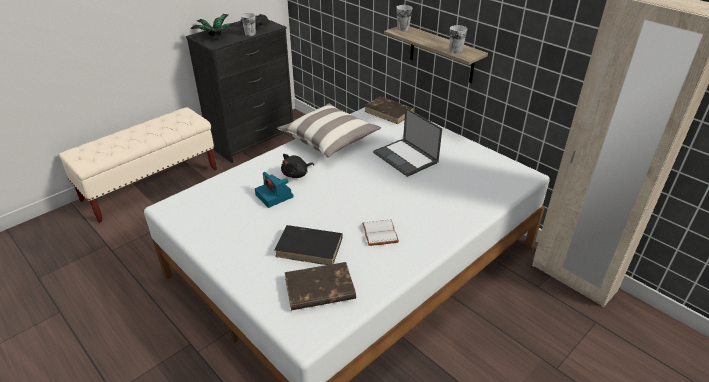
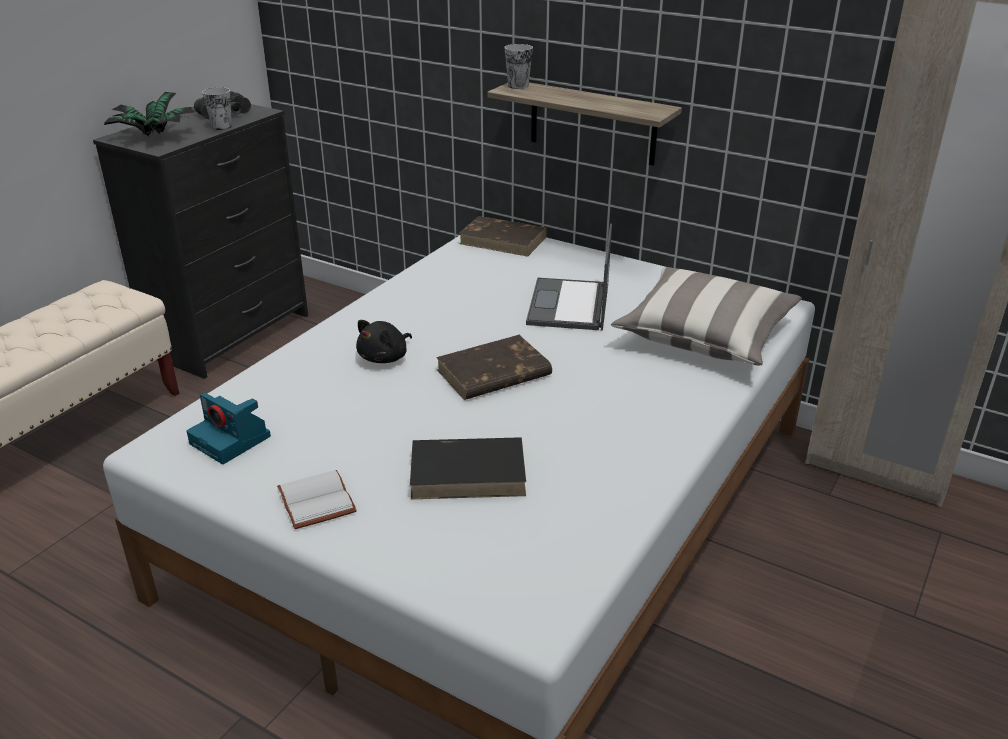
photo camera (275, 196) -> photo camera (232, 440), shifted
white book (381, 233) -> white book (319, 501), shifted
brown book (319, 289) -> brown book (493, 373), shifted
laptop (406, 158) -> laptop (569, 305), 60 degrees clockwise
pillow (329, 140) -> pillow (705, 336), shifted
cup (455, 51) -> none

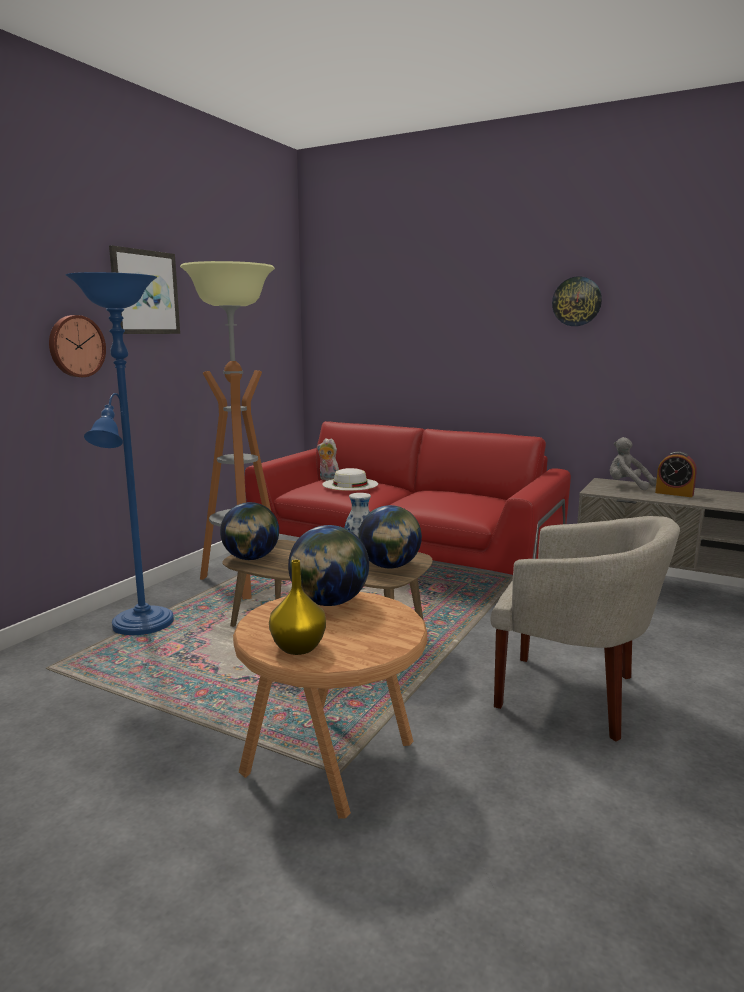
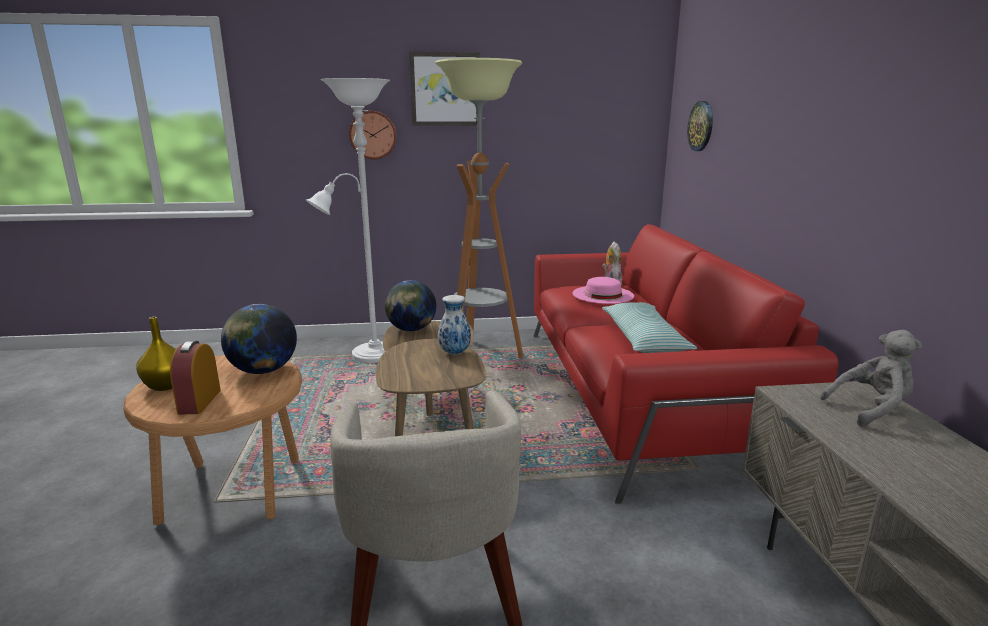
alarm clock (674, 493) -> alarm clock (199, 401), shifted
blue floor lamp (141, 627) -> white floor lamp (369, 356)
white hat (350, 484) -> pink hat (603, 294)
none -> pillow (643, 339)
wall clock (577, 301) -> wall clock (701, 126), shifted
grey plush toy (627, 486) -> grey plush toy (871, 409), 75 degrees clockwise
globe (390, 566) -> none

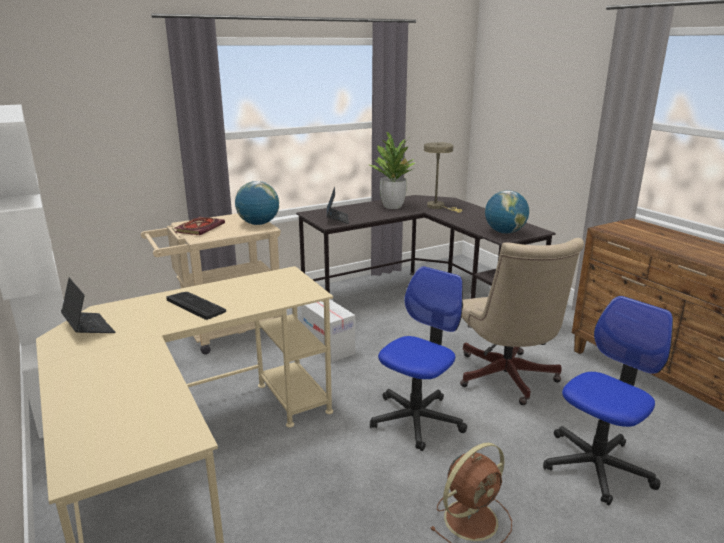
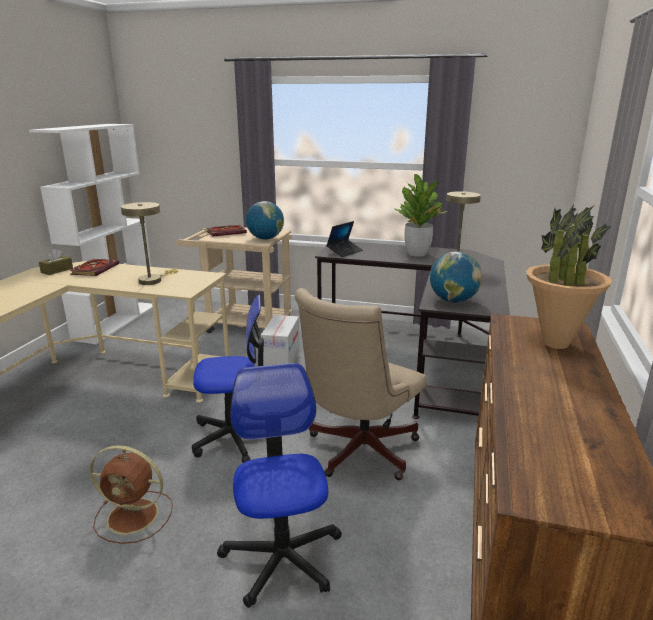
laptop (88, 328) -> brown tissue box (57, 270)
none -> book (95, 269)
none -> beige table lamp (153, 280)
office chair (596, 466) -> office chair (282, 557), 105 degrees counterclockwise
none -> potted plant (555, 343)
keyboard (196, 305) -> none

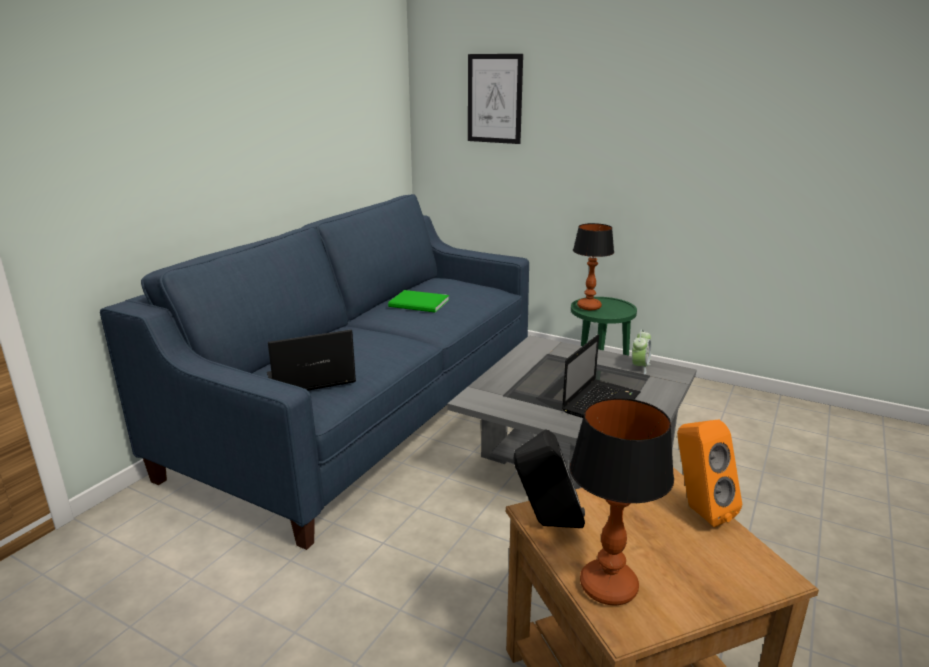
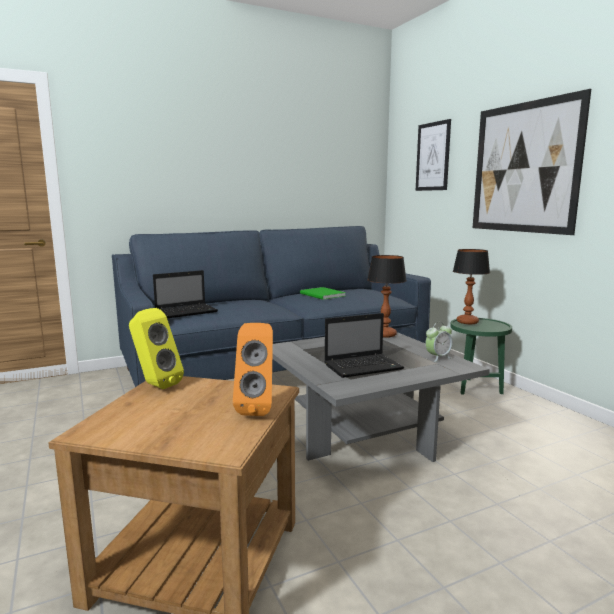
black speaker (547, 524) -> yellow speaker (155, 385)
laptop (309, 380) -> laptop (187, 312), 135 degrees clockwise
table lamp (607, 587) -> table lamp (384, 335), shifted
none -> picture (524, 168)

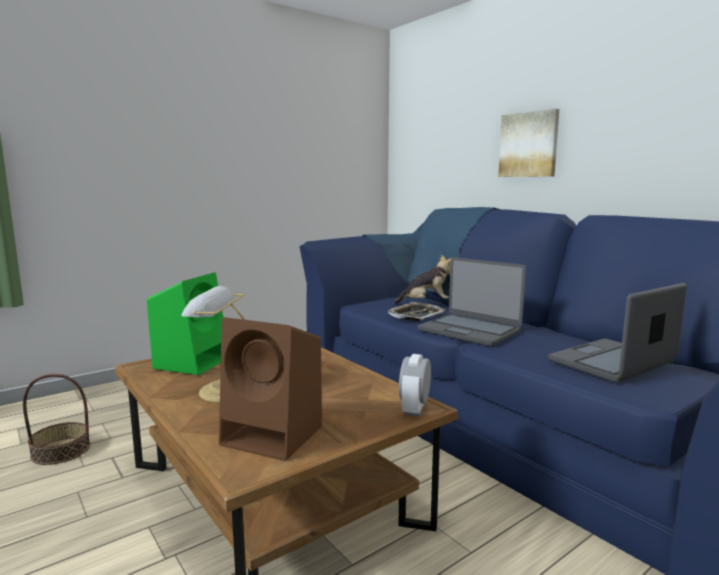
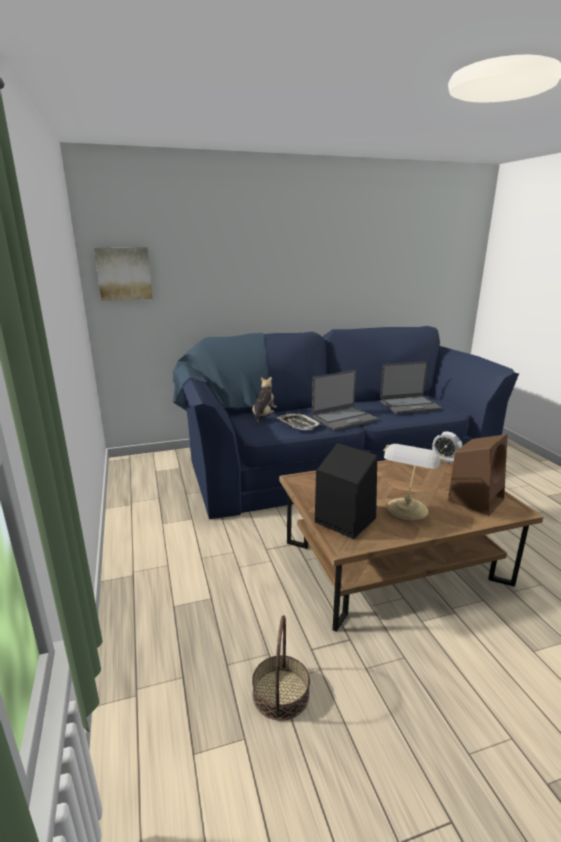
picture (528, 145) -> picture (124, 273), shifted
green speaker (193, 362) -> black speaker (343, 520)
laptop (612, 362) -> laptop (409, 405), 90 degrees counterclockwise

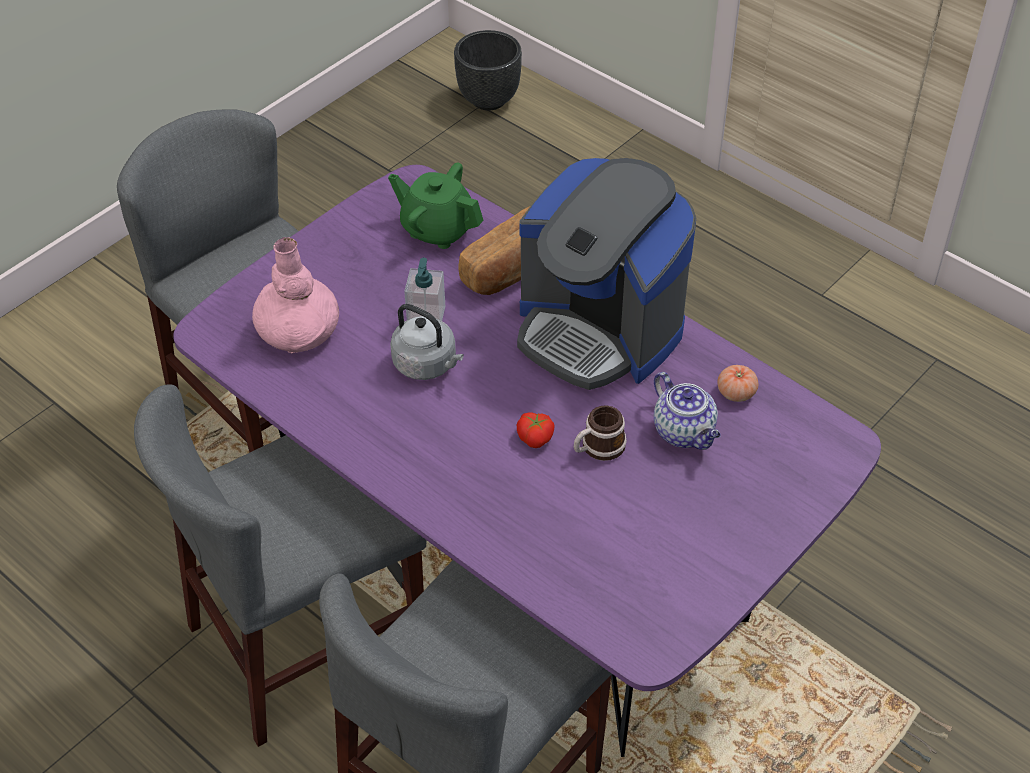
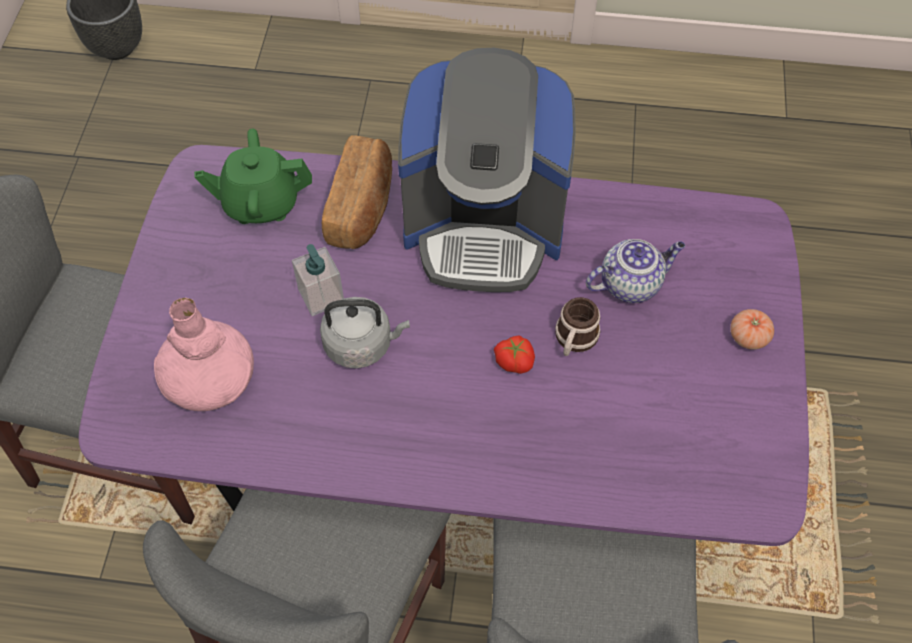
teapot (685, 432) -> teapot (631, 283), 45 degrees counterclockwise
tomato (736, 392) -> tomato (748, 337), shifted

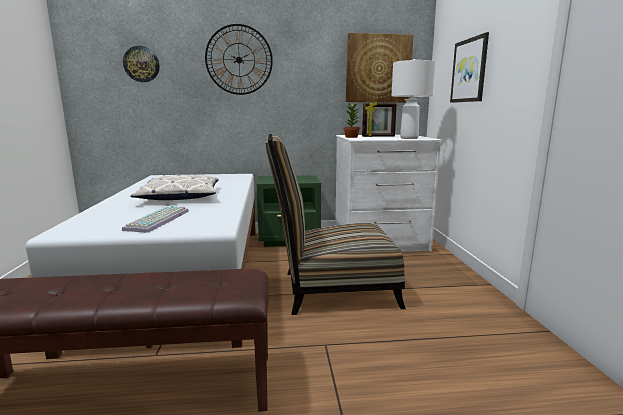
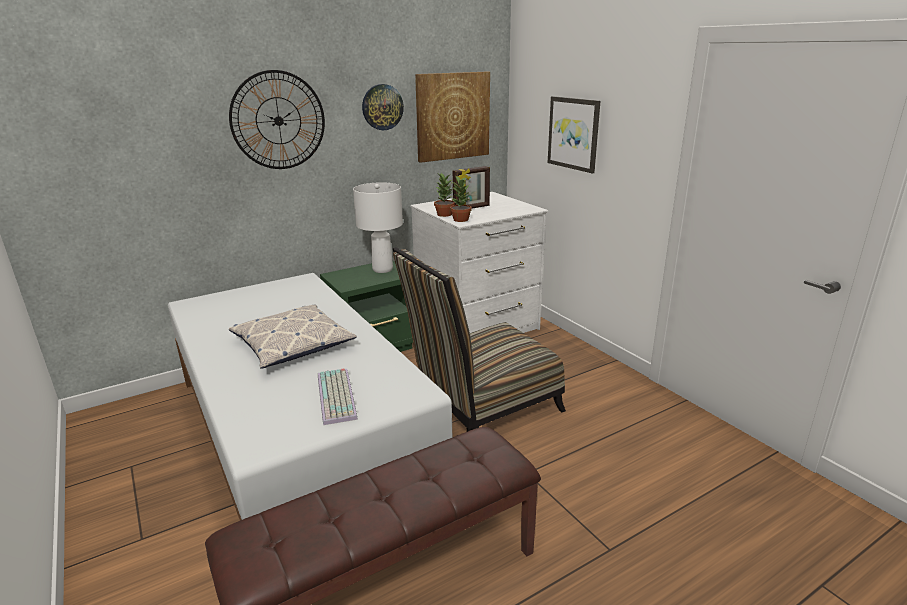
white table lamp (409, 138) -> white table lamp (382, 269), shifted
wall clock (141, 64) -> wall clock (382, 107), shifted
none -> potted plant (461, 219)

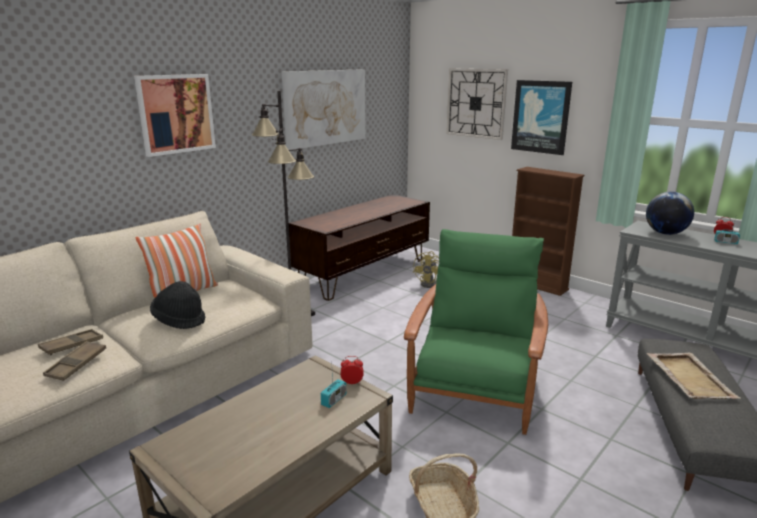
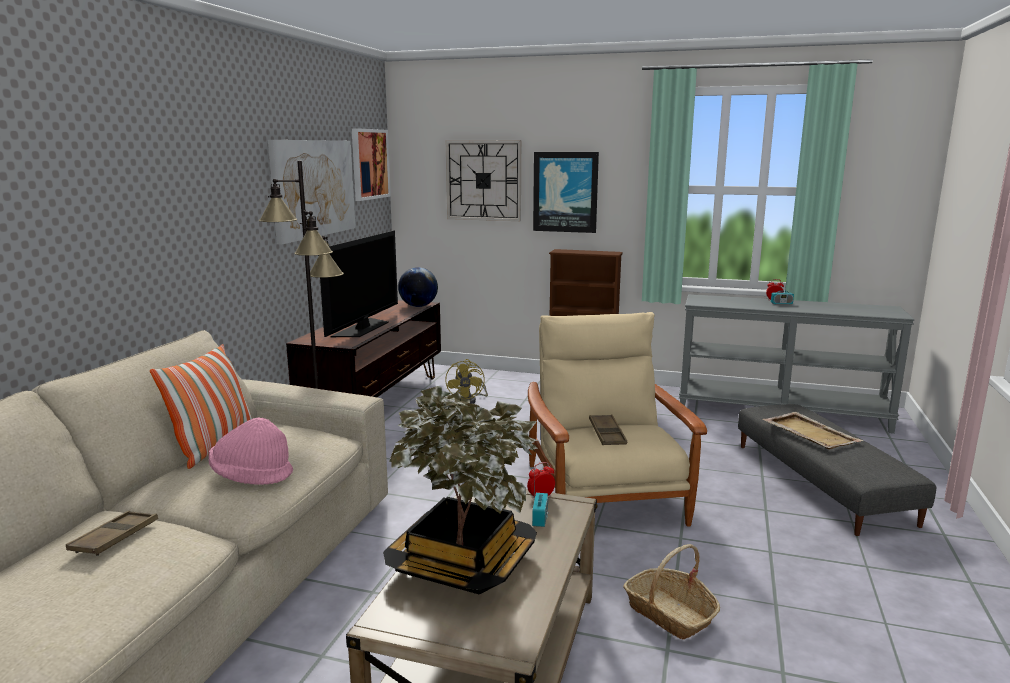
black hat (179, 320) -> pink hat (252, 476)
none -> television (363, 328)
picture (176, 114) -> picture (369, 164), shifted
none -> potted plant (461, 565)
globe (665, 233) -> globe (418, 306), shifted
green armchair (474, 387) -> beige armchair (604, 494)
brown tray (76, 364) -> brown tray (607, 434), shifted

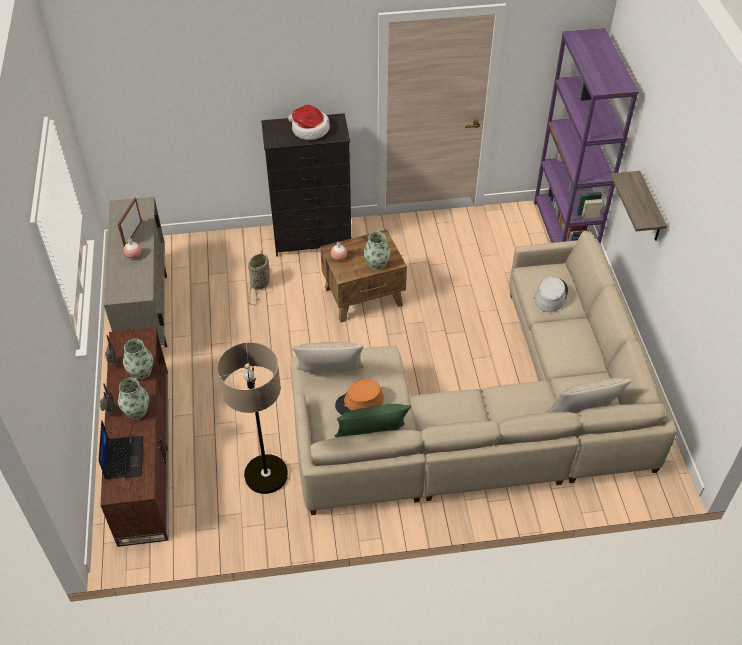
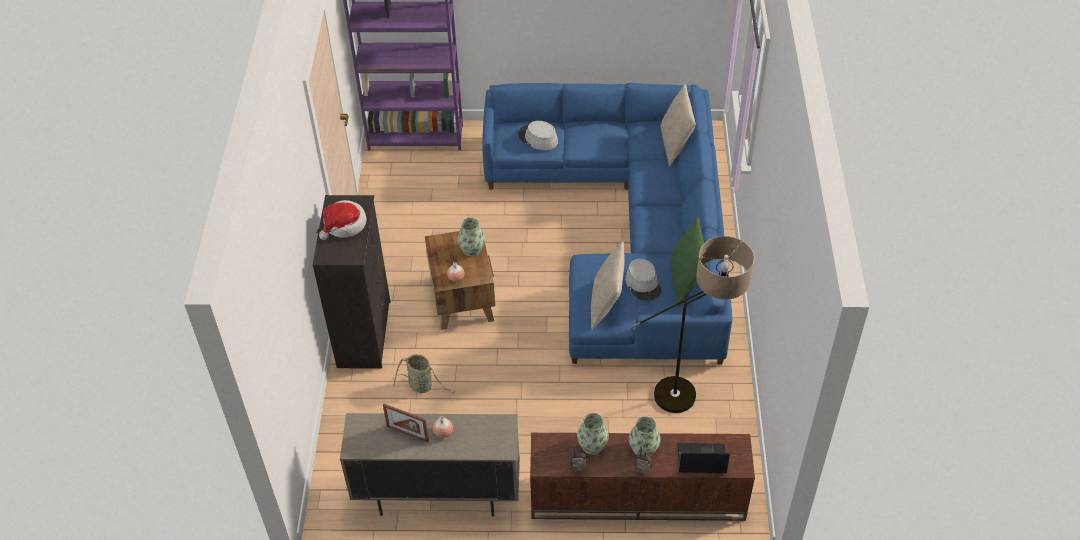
beige sofa (485, 415) -> blue sofa (628, 229)
orange hat (359, 402) -> grey hat (643, 284)
shelf (650, 209) -> none

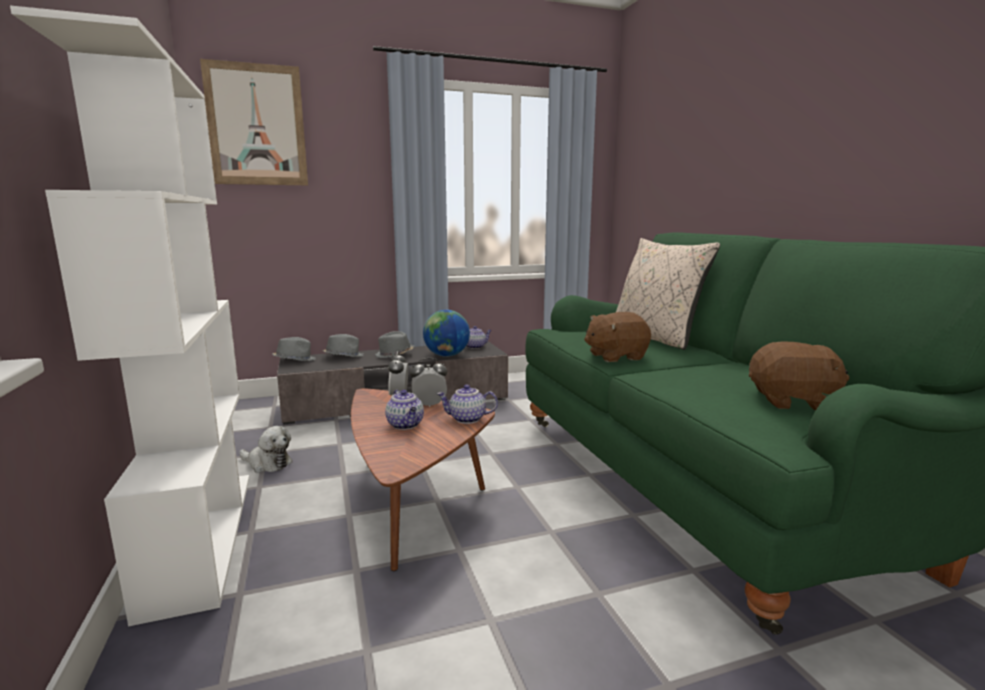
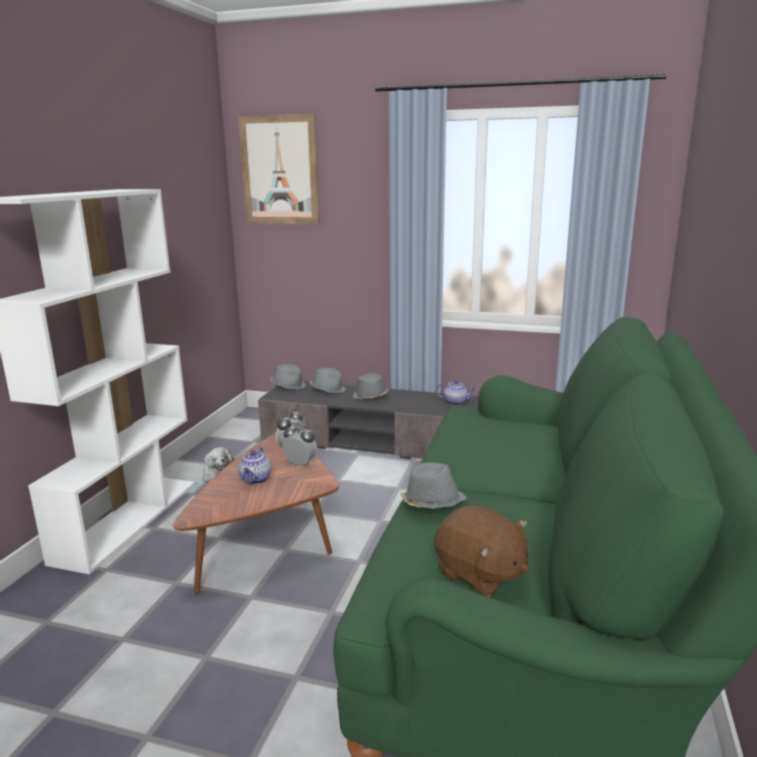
none -> grey hat (432, 504)
globe (446, 355) -> none
teapot (467, 419) -> none
brown plush toy (615, 356) -> none
beige pillow (655, 337) -> none

